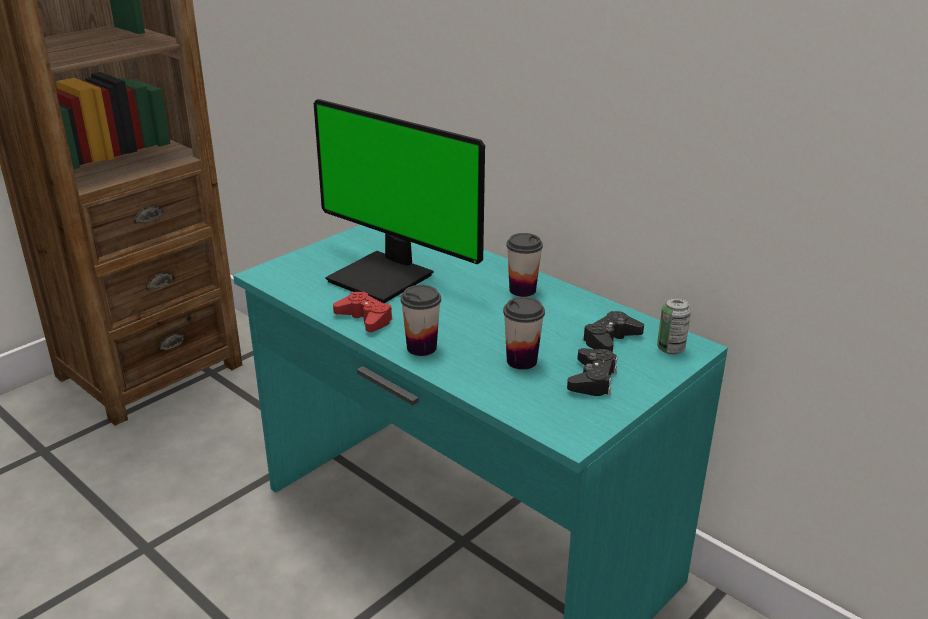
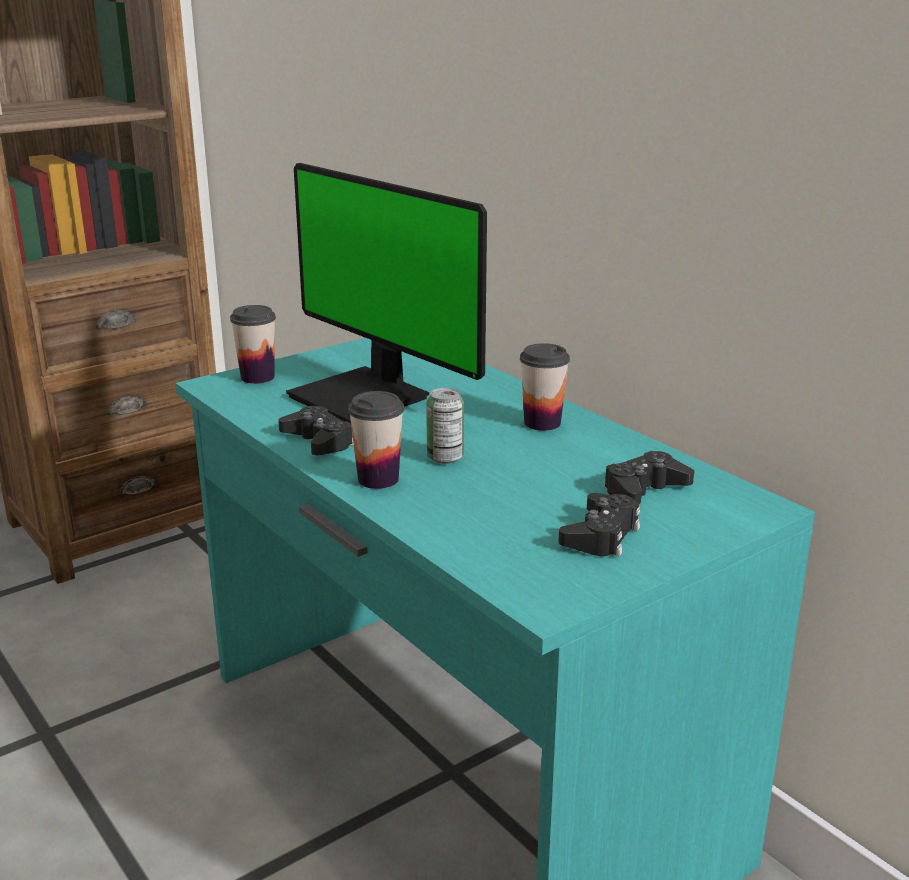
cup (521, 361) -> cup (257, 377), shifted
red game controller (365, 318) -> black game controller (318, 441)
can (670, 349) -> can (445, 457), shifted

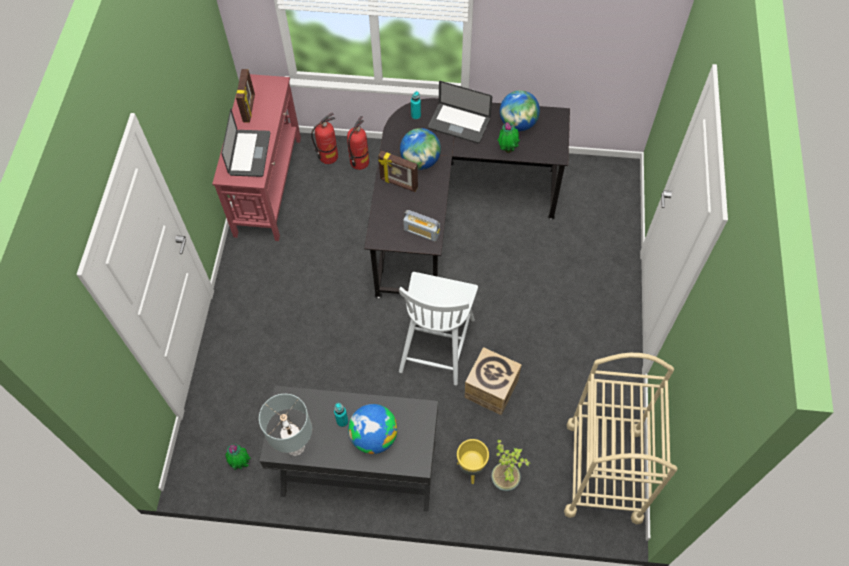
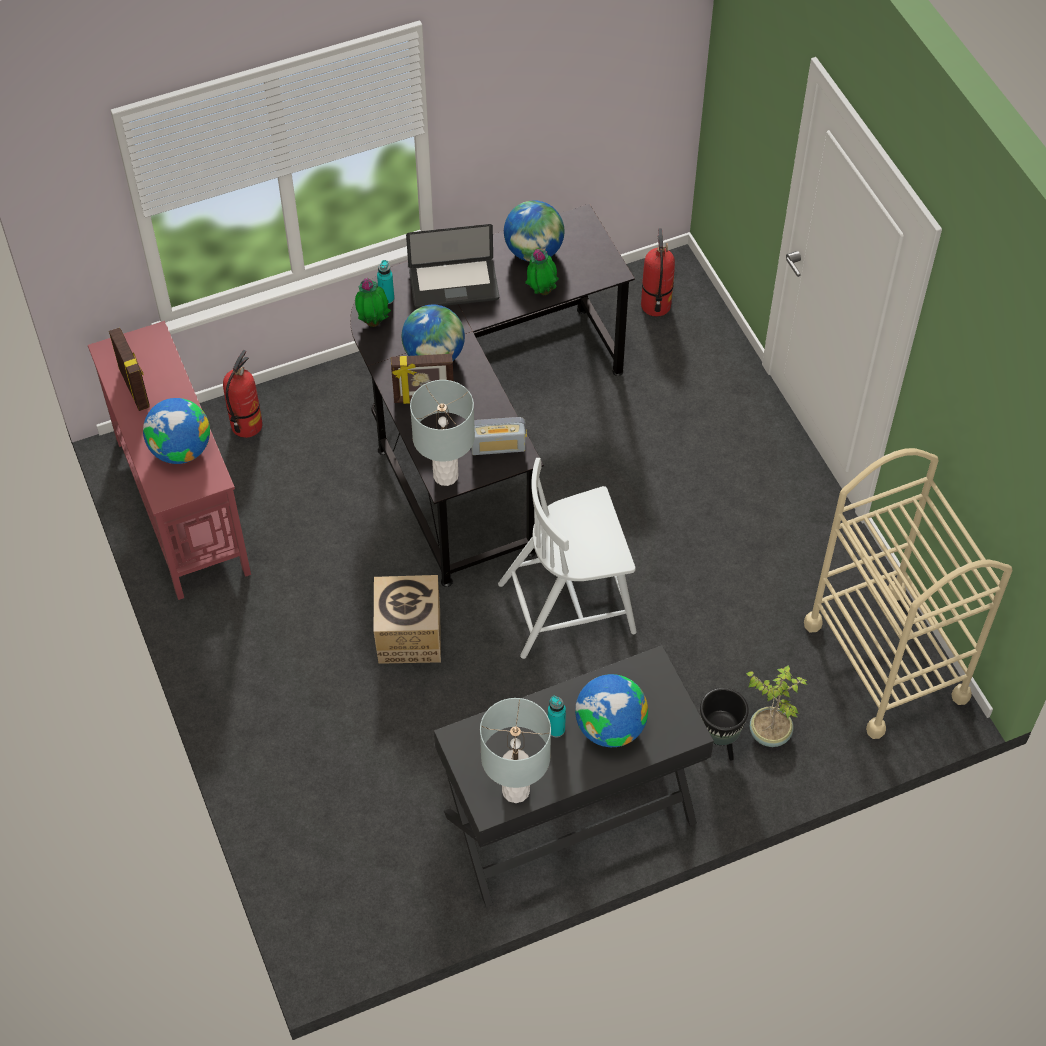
laptop (249, 154) -> globe (181, 450)
potted plant (241, 462) -> potted plant (373, 321), shifted
cardboard box (491, 389) -> cardboard box (409, 636), shifted
none -> grey table lamp (445, 475)
white chair (437, 343) -> white chair (569, 606), 90 degrees clockwise
fire extinguisher (359, 162) -> fire extinguisher (655, 305), shifted
yellow planter (471, 469) -> black planter (718, 742)

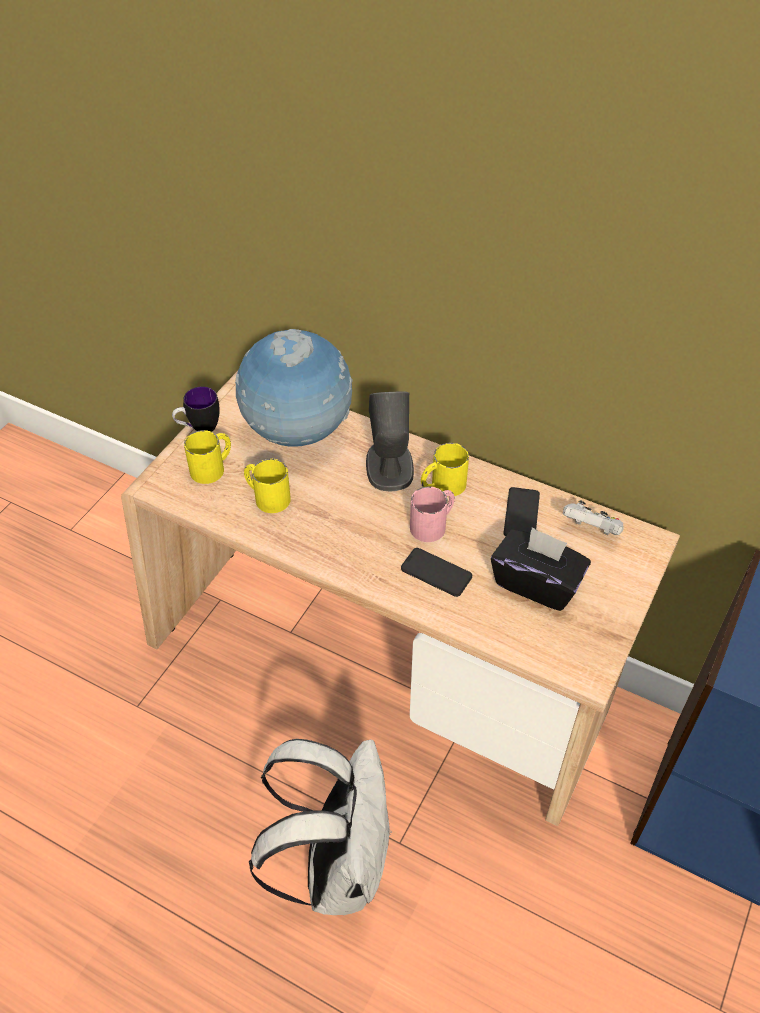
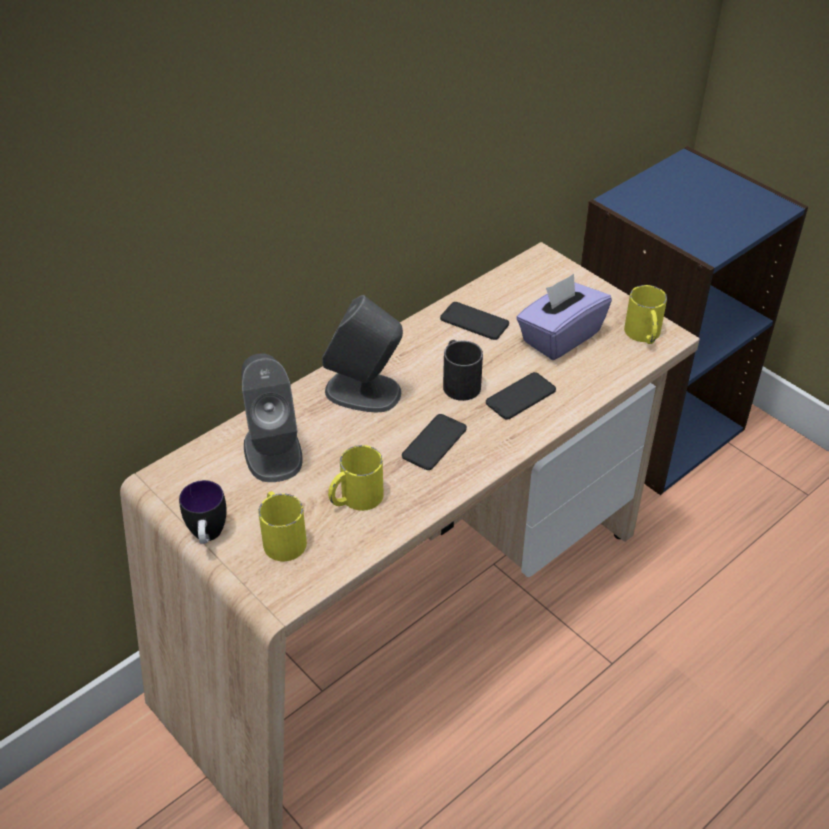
globe (298, 434) -> grey speaker (272, 451)
none -> phone (434, 442)
pink mug (433, 524) -> black mug (458, 382)
black tissue box (536, 583) -> purple tissue box (560, 337)
yellow mug (442, 486) -> yellow mug (644, 335), shifted
white backpack (335, 865) -> none
white game controller (591, 530) -> none

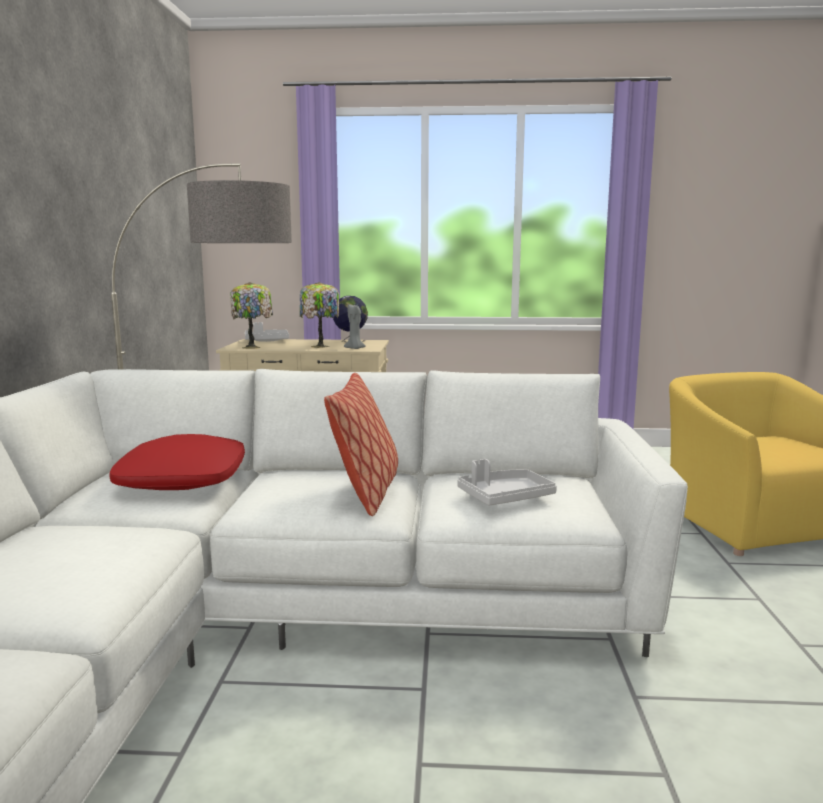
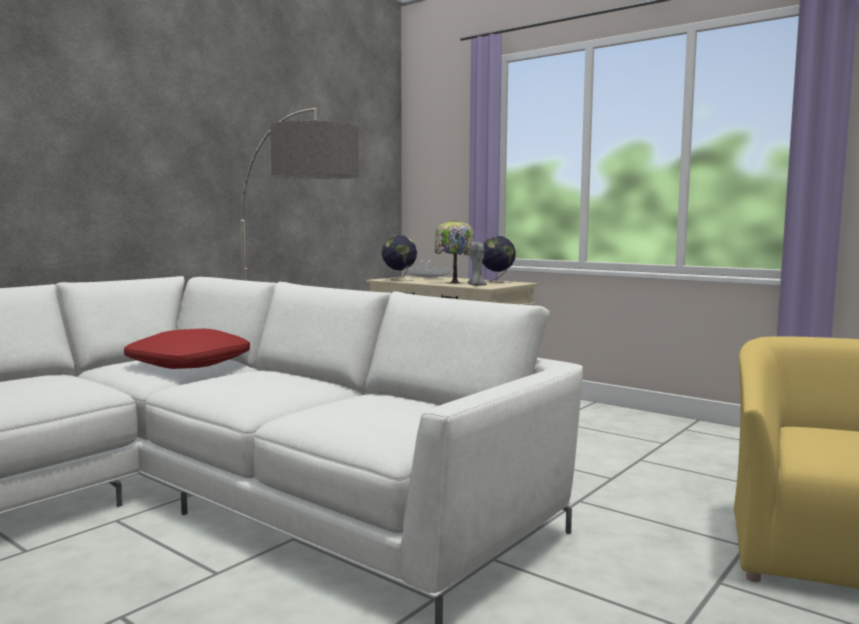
table lamp (252, 347) -> globe (399, 280)
pillow (366, 495) -> none
grey tray (505, 497) -> none

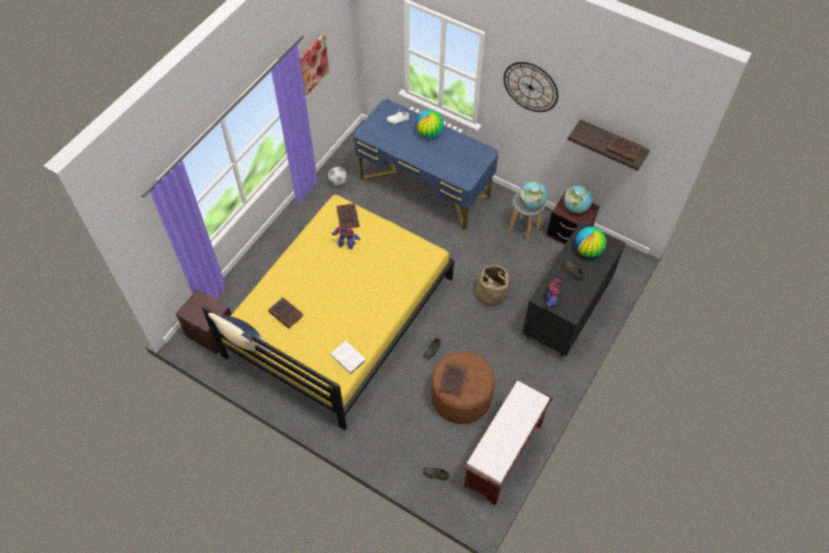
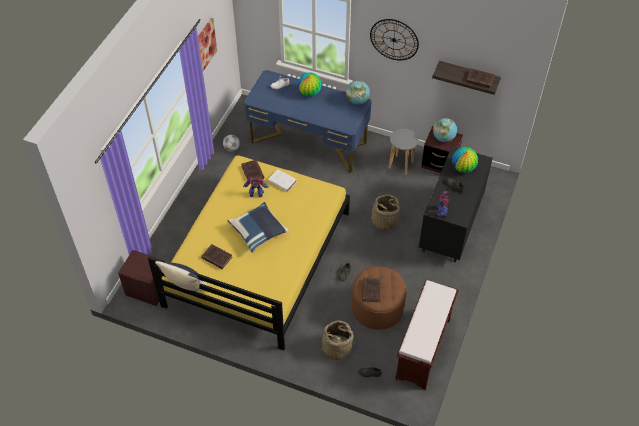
none -> blue pillow (258, 232)
white book (347, 357) -> white book (282, 181), shifted
none -> basket (336, 348)
globe (531, 203) -> globe (357, 101), shifted

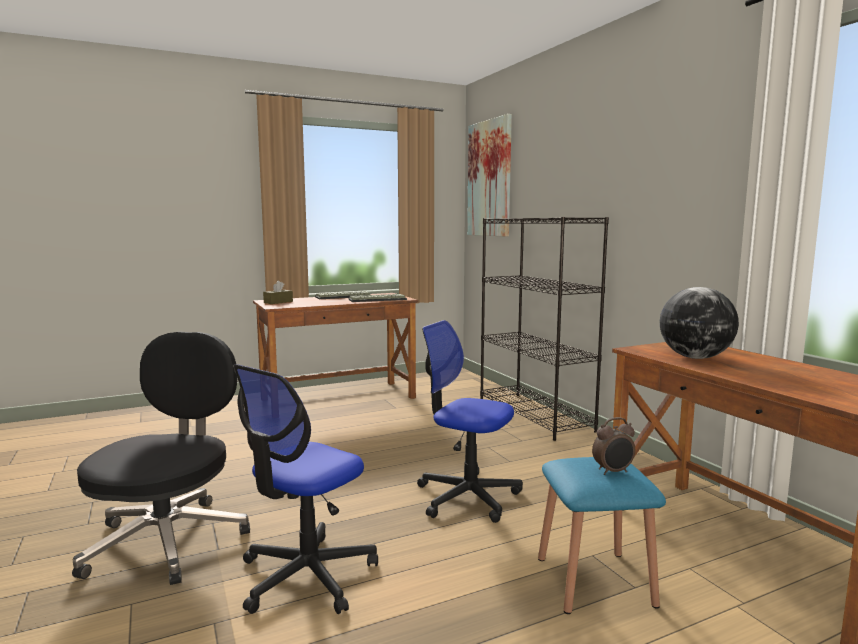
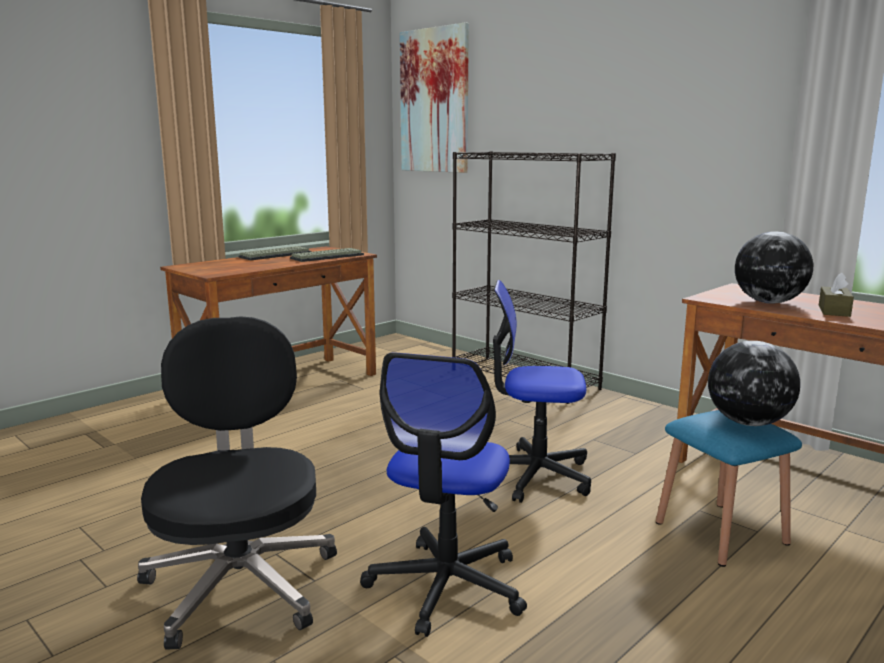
alarm clock (613, 472) -> globe (748, 422)
brown tissue box (278, 302) -> brown tissue box (834, 310), shifted

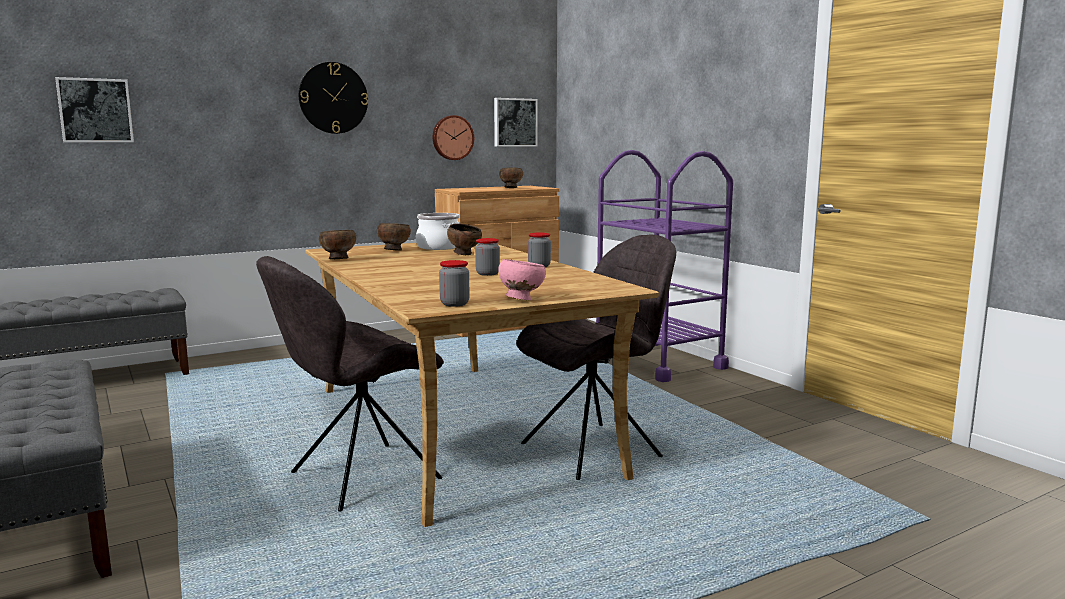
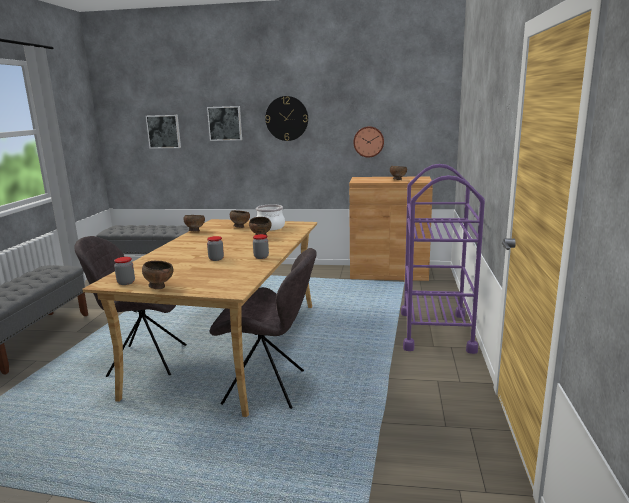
pink bowl (521, 299) -> brown bowl (159, 287)
picture (514, 122) -> picture (225, 123), shifted

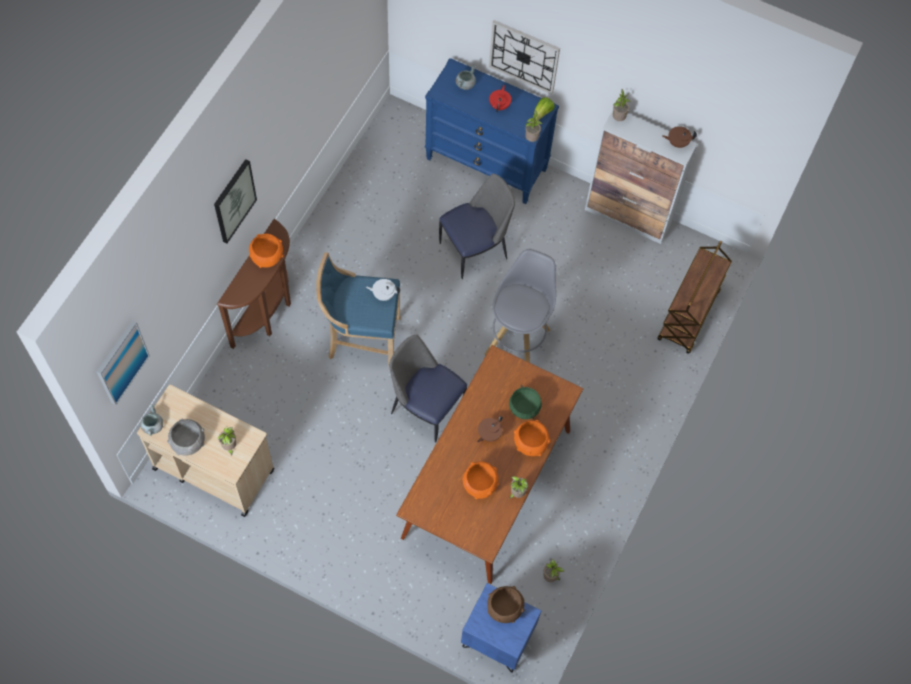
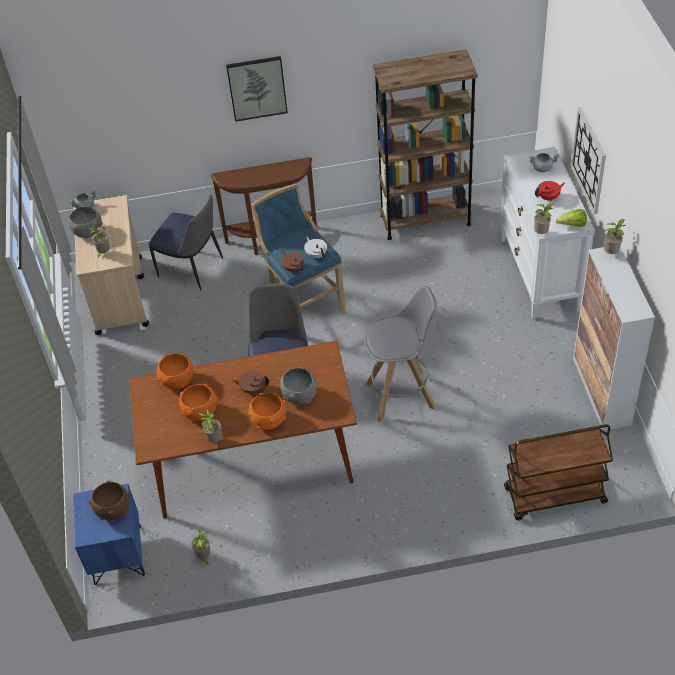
chair (475, 249) -> chair (192, 268), shifted
orange bowl (267, 257) -> orange bowl (178, 380), shifted
green cooking pot (525, 407) -> grey bowl (299, 396)
brown teapot (677, 142) -> brown teapot (294, 268), shifted
none -> brown bookcase (425, 220)
blue dresser (487, 164) -> white dresser (539, 274)
picture (121, 362) -> none

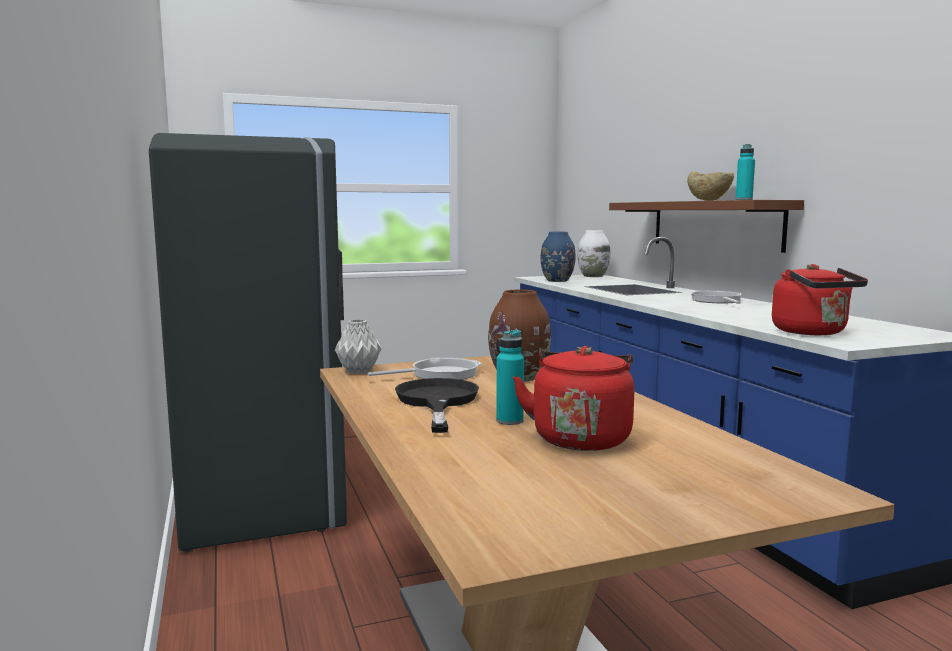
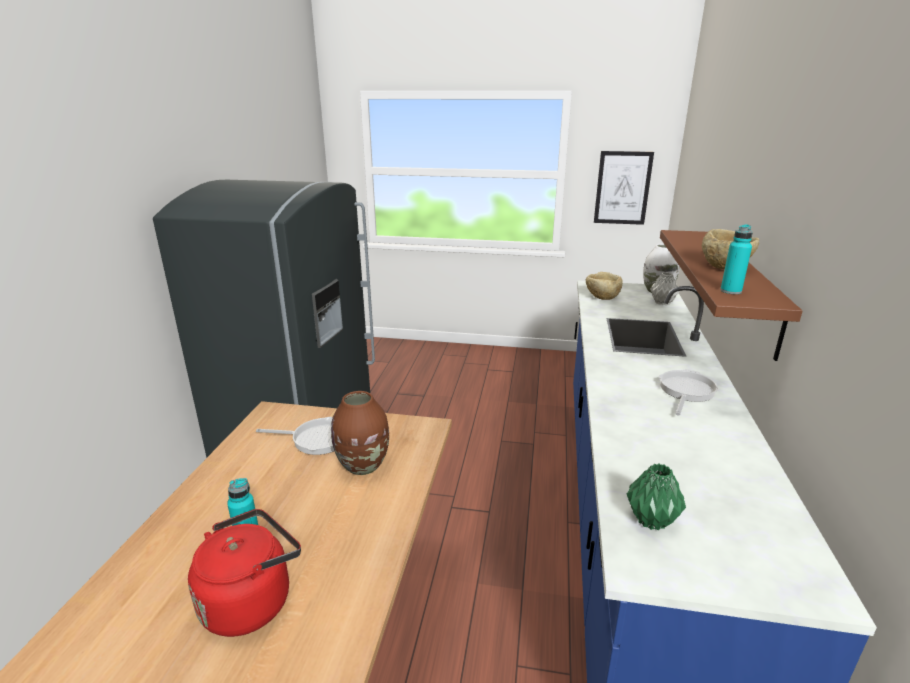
blue vase (557, 281) -> beige bowl (602, 298)
none -> picture (622, 188)
red kettle (813, 332) -> green vase (650, 520)
grey vase (359, 371) -> grey vase (663, 303), shifted
black frying pan (437, 401) -> none

